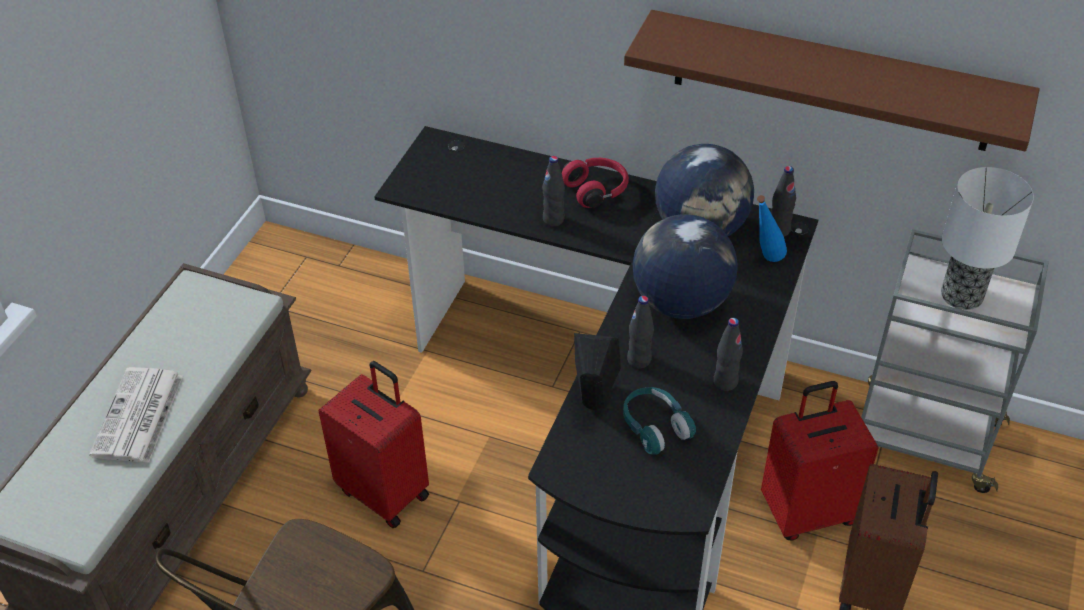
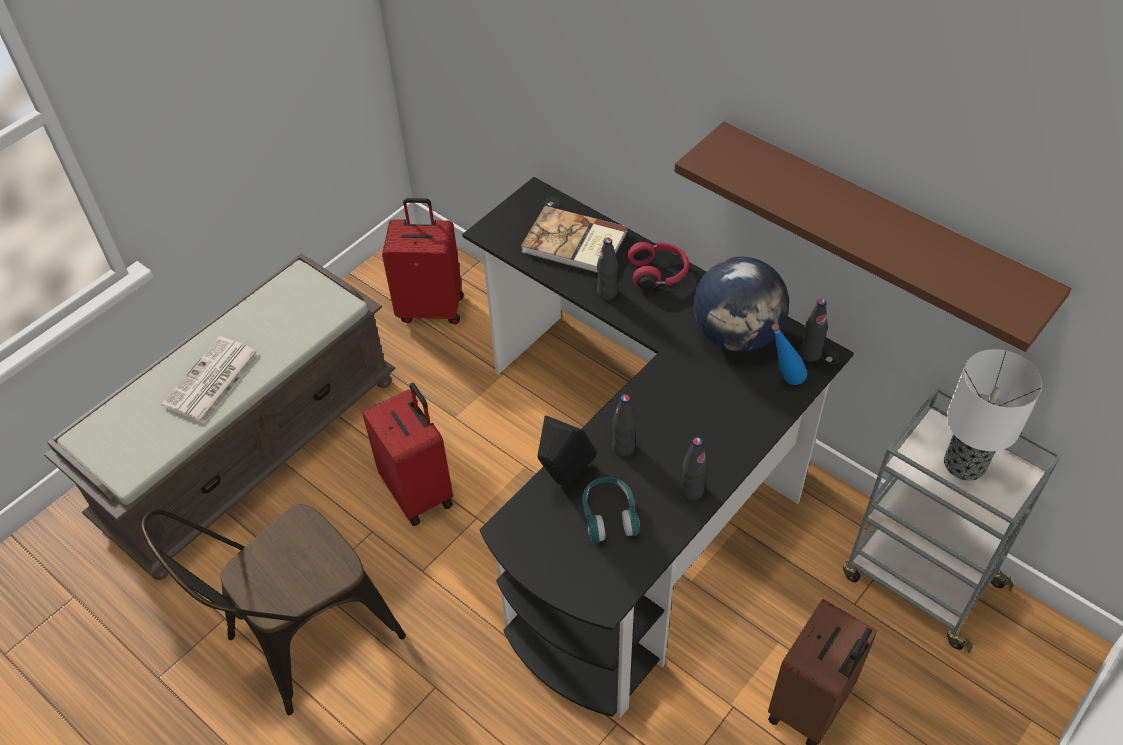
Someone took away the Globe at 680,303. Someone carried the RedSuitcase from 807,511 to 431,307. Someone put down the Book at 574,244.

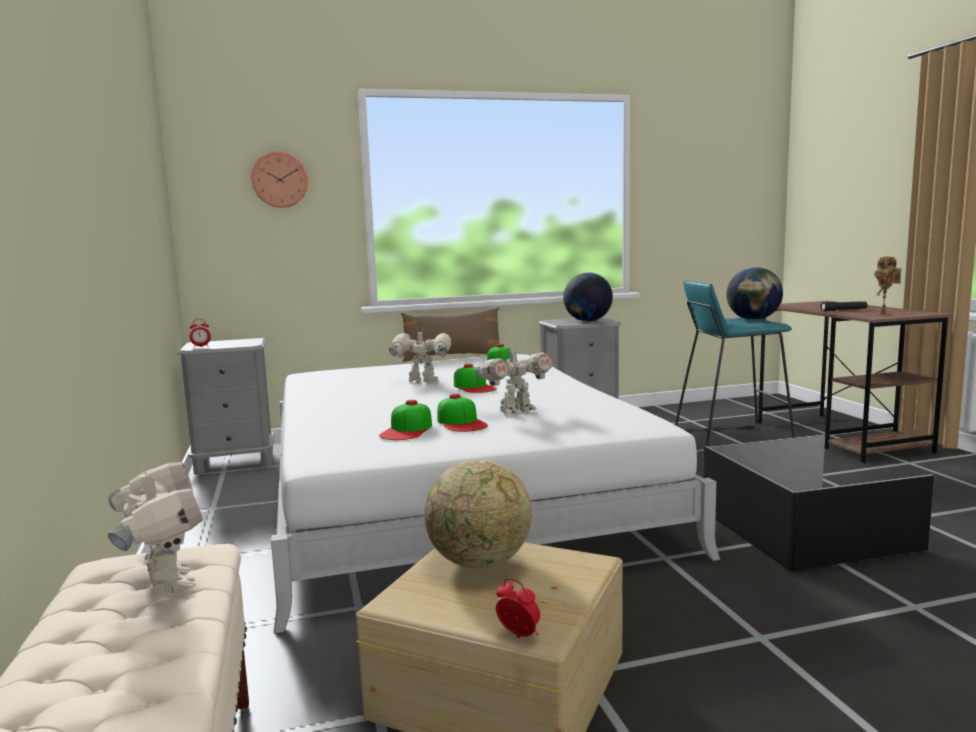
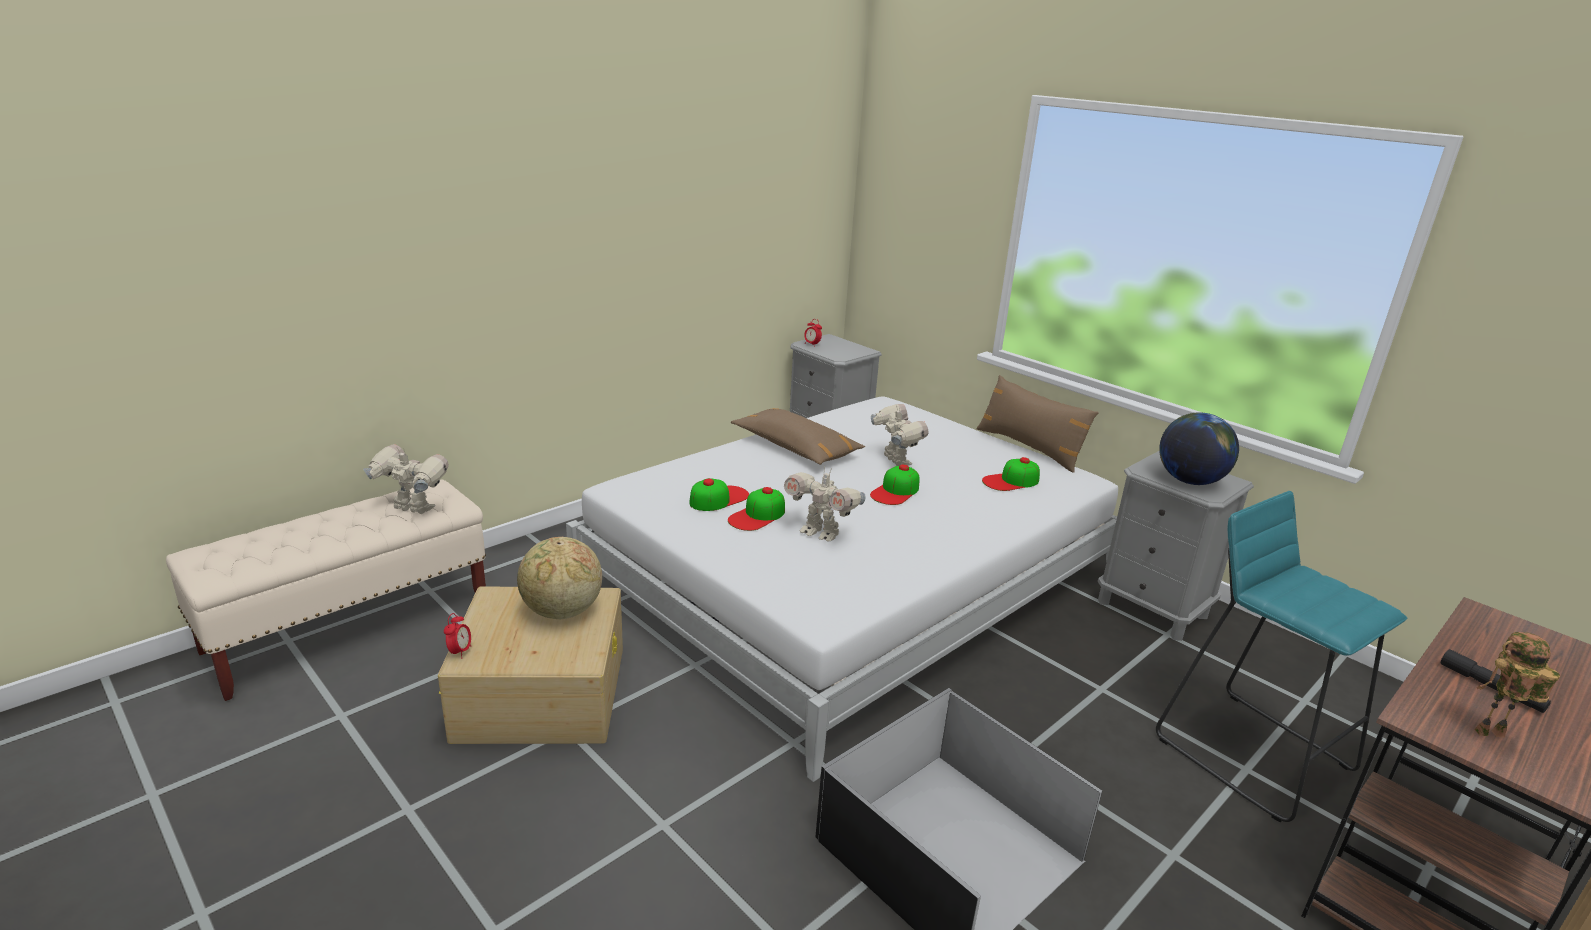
Someone took away the WallClock at 280,180. Someone took away the Globe at 753,320. Someone rotated the Cap at 407,430 by 150 degrees clockwise. Someone rotated the ToyRobot at 165,584 by 105 degrees counterclockwise. Someone put down the BrownPillow at 795,448.

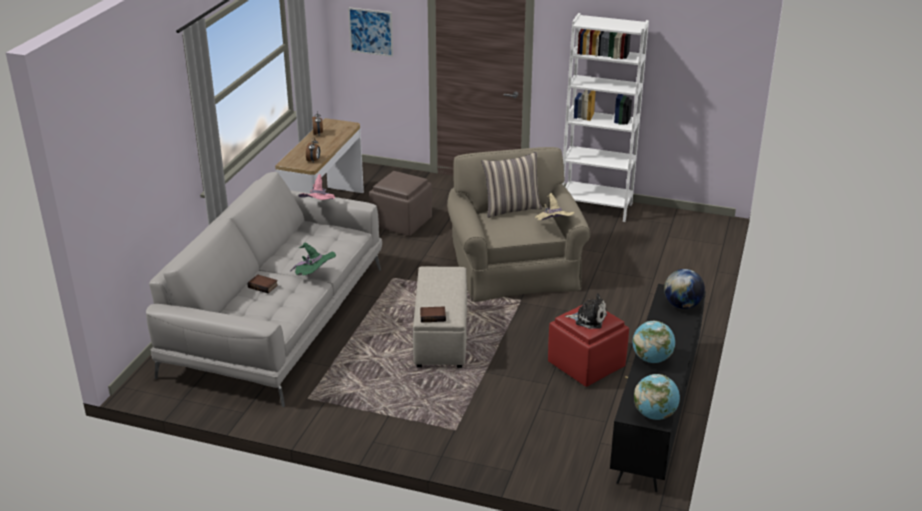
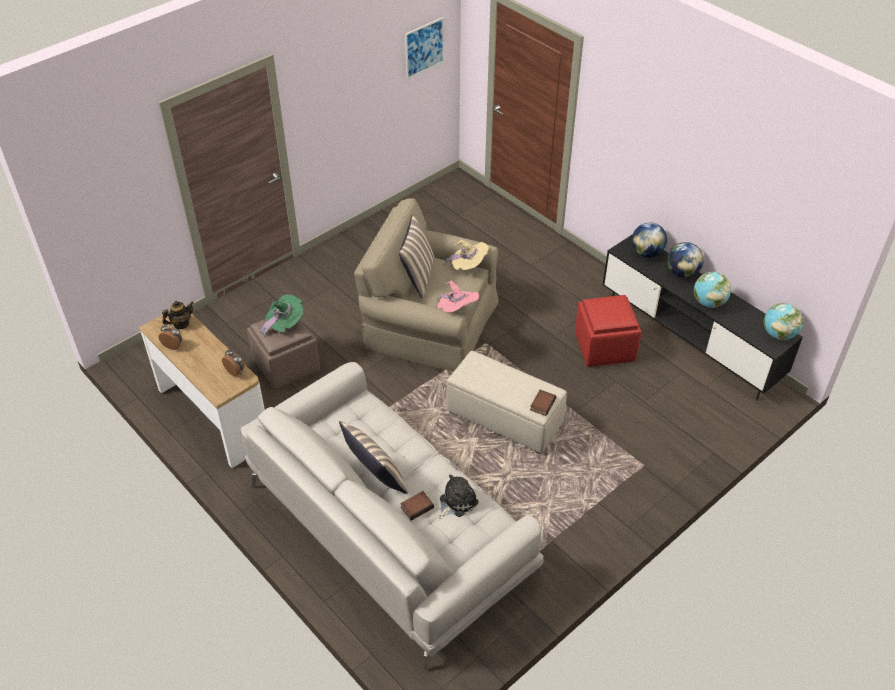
Someone carried the Picture from 371,32 to 424,48. Someone took away the WhiteBookcase at 595,208. Someone carried the PinkHat from 319,208 to 457,310. Someone carried the GreenHat from 315,275 to 284,324. Someone carried the PlushToy from 588,319 to 456,502. Someone put down the Globe at 682,273. Someone put down the Teapot at 181,324. Someone put down the Pillow at 375,478.

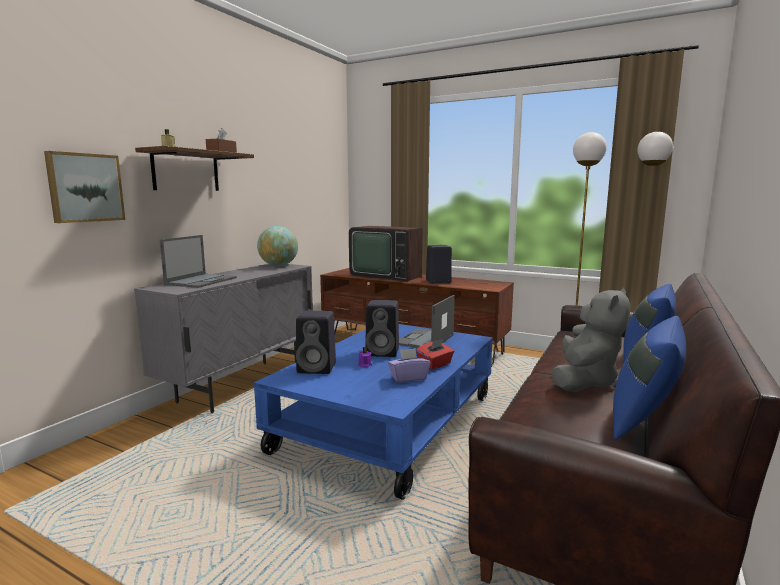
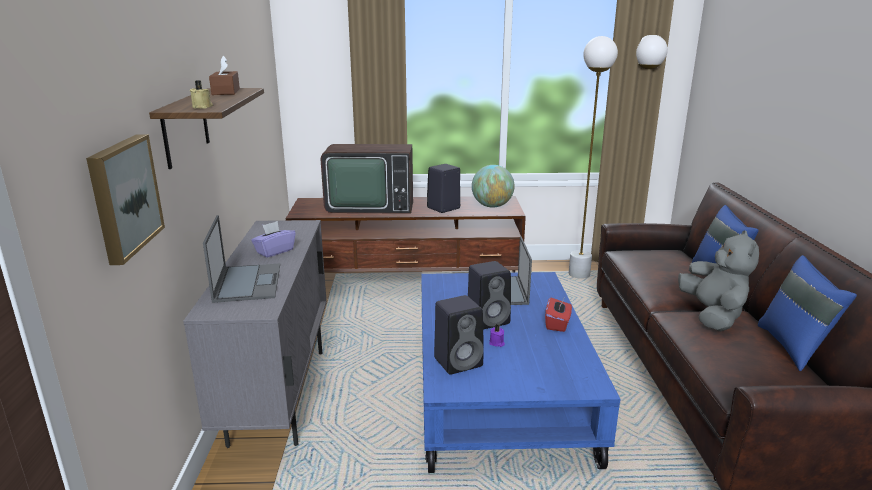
Someone carried the Globe from 278,265 to 492,206. Someone carried the PurpleTissueBox from 408,378 to 274,251.

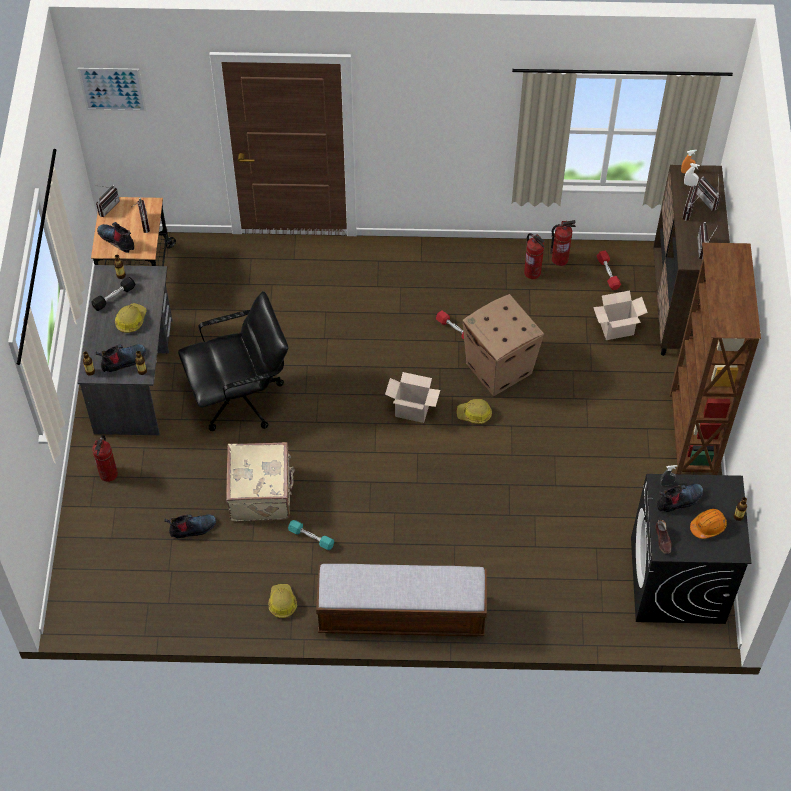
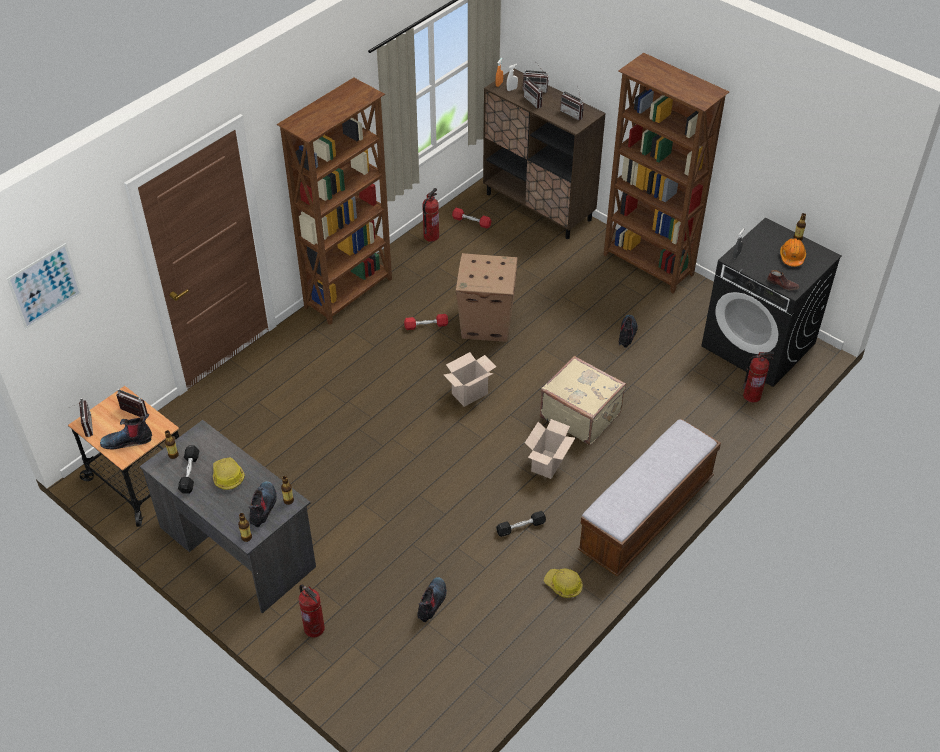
Someone carried the FireExtinguisher from 532,272 to 752,396. Someone took away the BlackOfficeChair at 240,398. Someone carried the CardboardBox from 616,330 to 548,465. Someone took away the HardHat at 474,414. Someone carried the BeigeSuitcase from 261,493 to 581,414. Someone carried the Boot from 679,501 to 627,334. Someone repainted the TurquoiseDumbbell at 311,538, which became the BlackDumbbell at 521,527. Someone put down the BrownBookcase at 350,293.

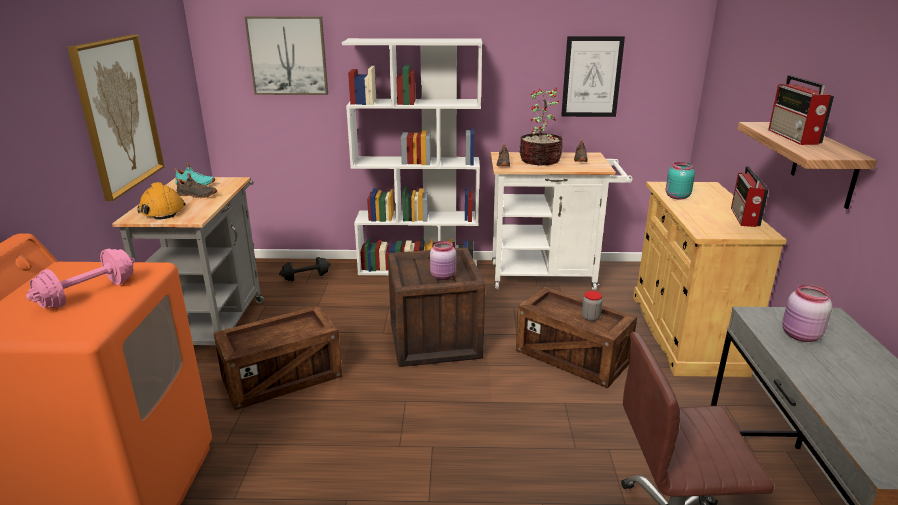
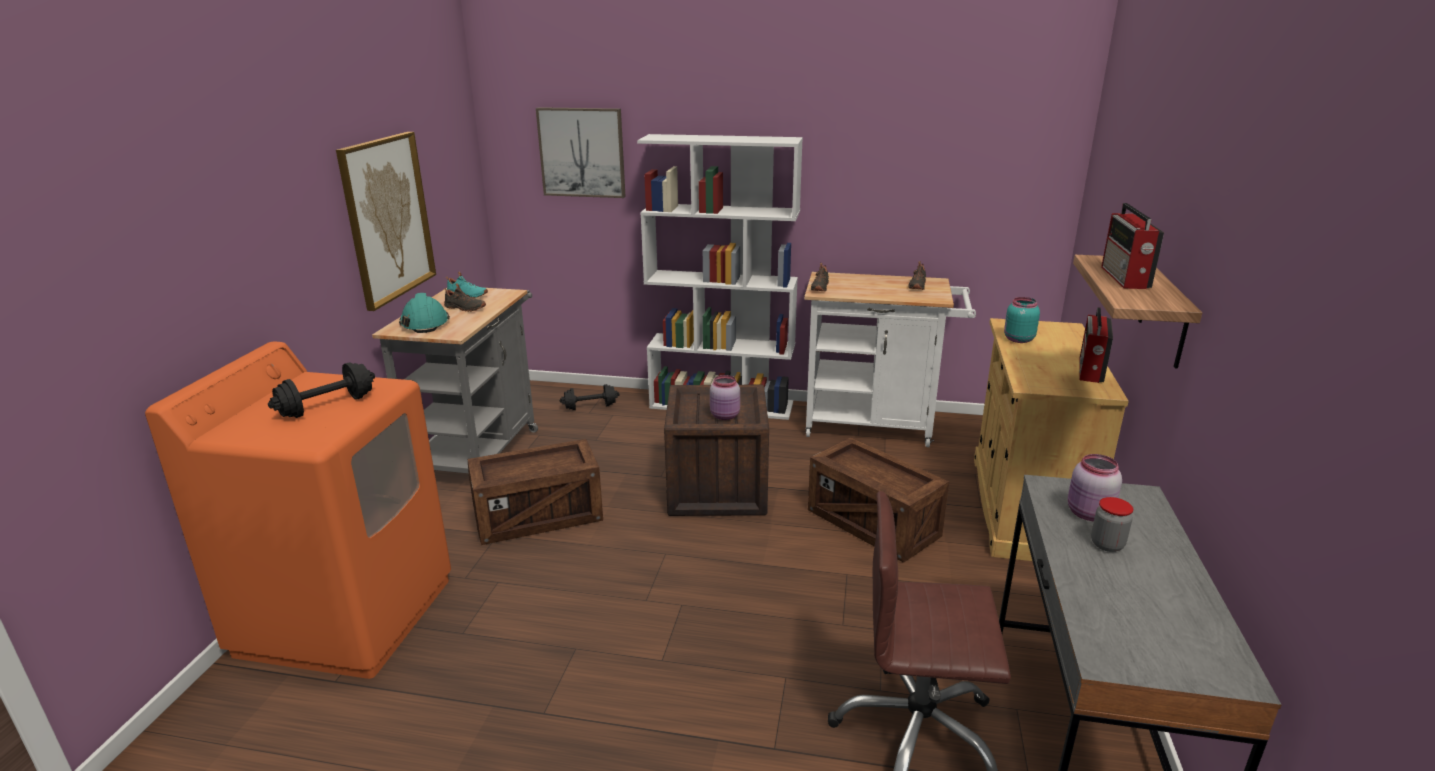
Someone took away the Picture at 592,77. Someone took away the PottedPlant at 540,160. Someone repainted the OrangeHardHat at 162,210, which became the TurquoiseHardHat at 425,323. Someone repainted the PinkDumbbell at 88,294, which became the BlackDumbbell at 327,406. Someone carried the Jar from 590,317 to 1107,544.

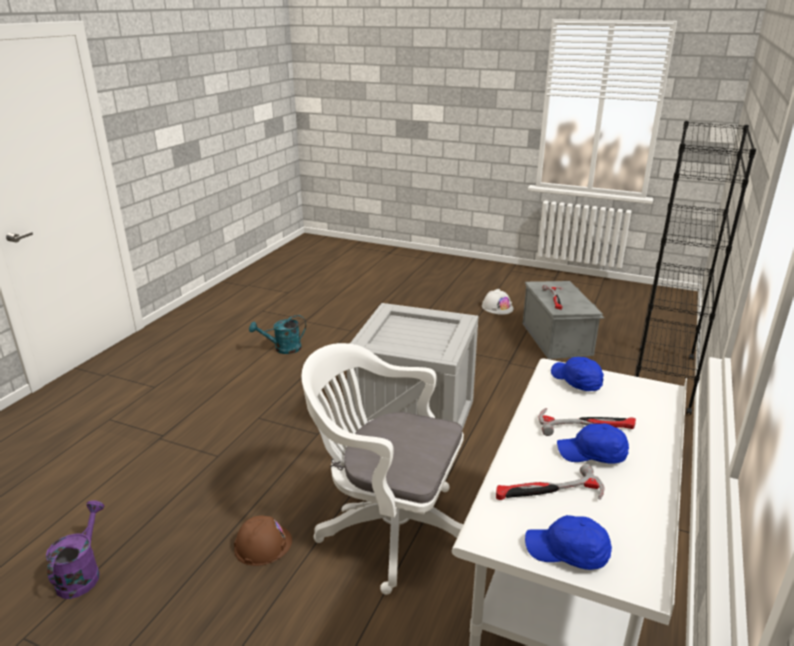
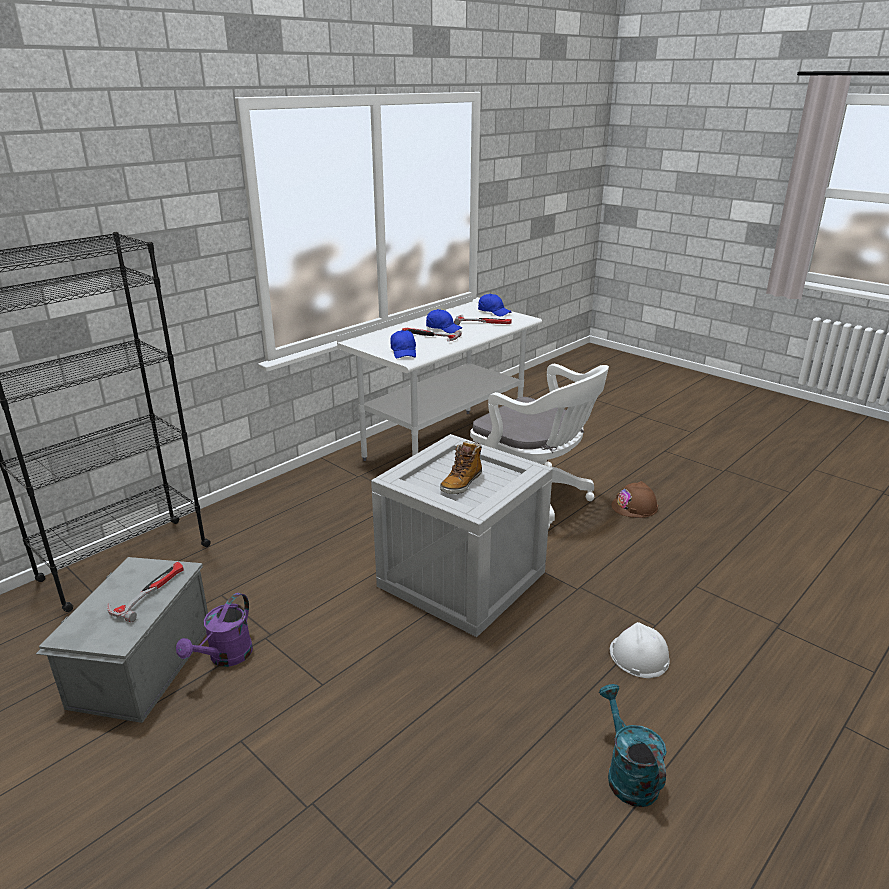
Someone carried the WhiteHardHat from 497,307 to 638,655. Someone rotated the TurquoiseWateringCan at 283,349 by 105 degrees counterclockwise. Someone carried the PurpleWateringCan from 82,573 to 225,657. Someone put down the Boot at 461,483.

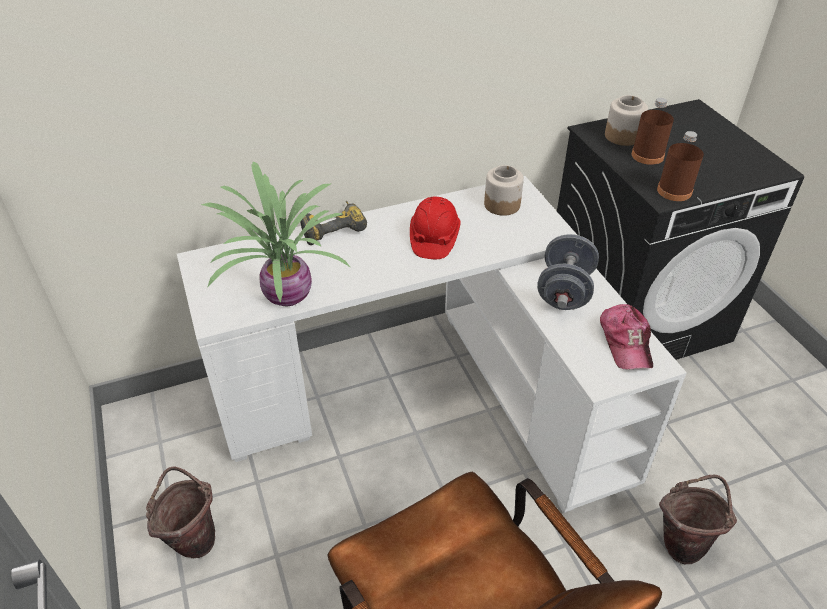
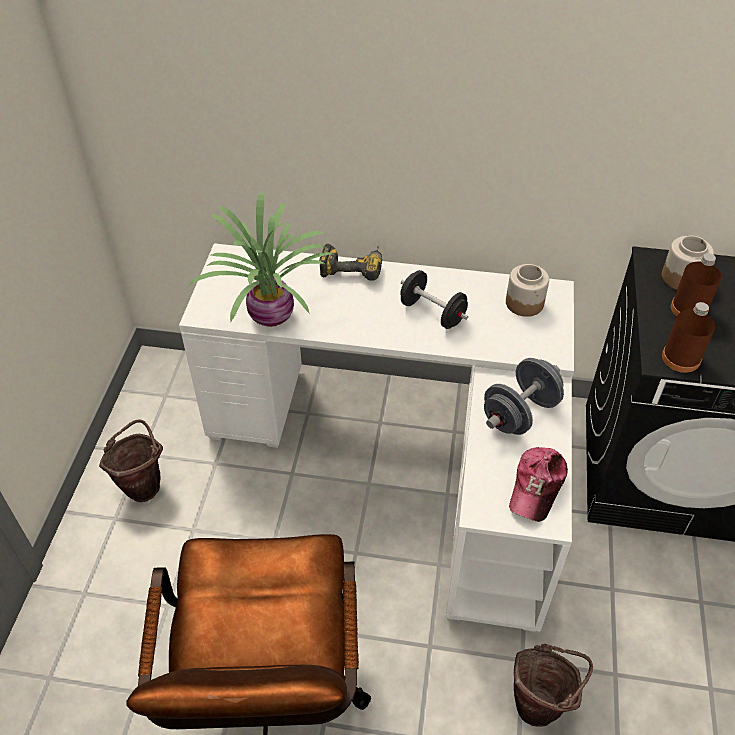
Someone swapped the RedHardHat at 433,239 for the BlackDumbbell at 432,313.

